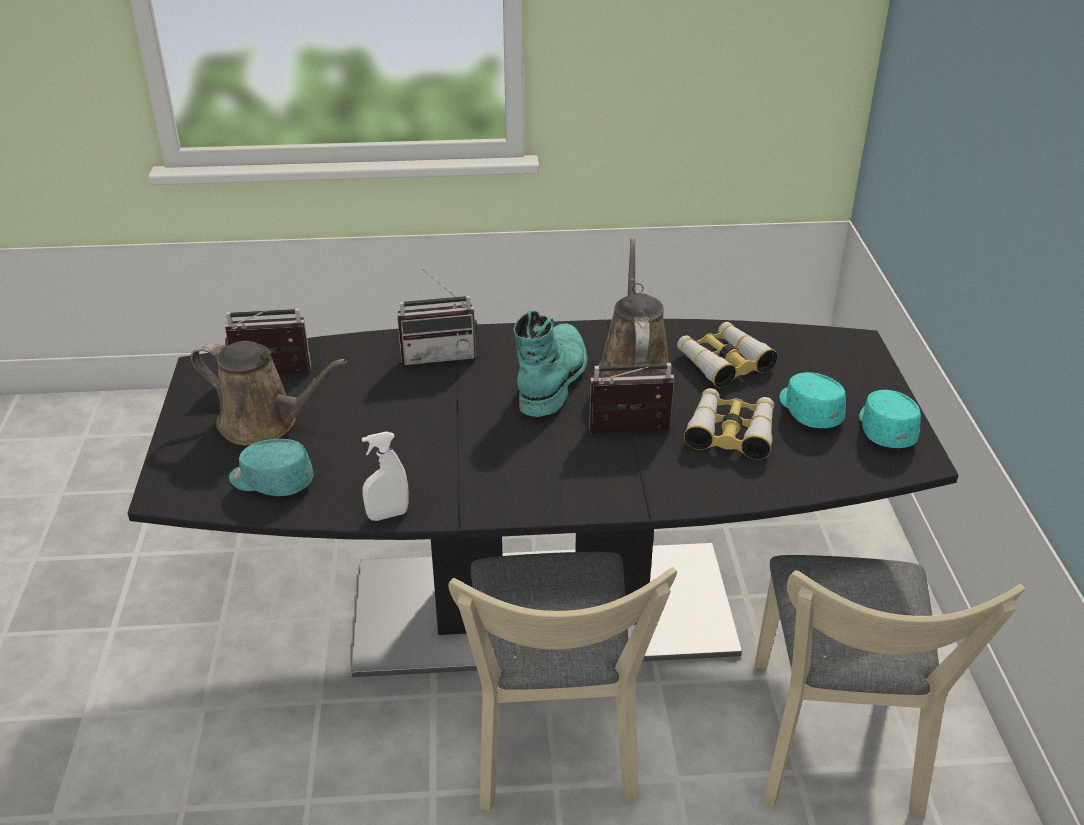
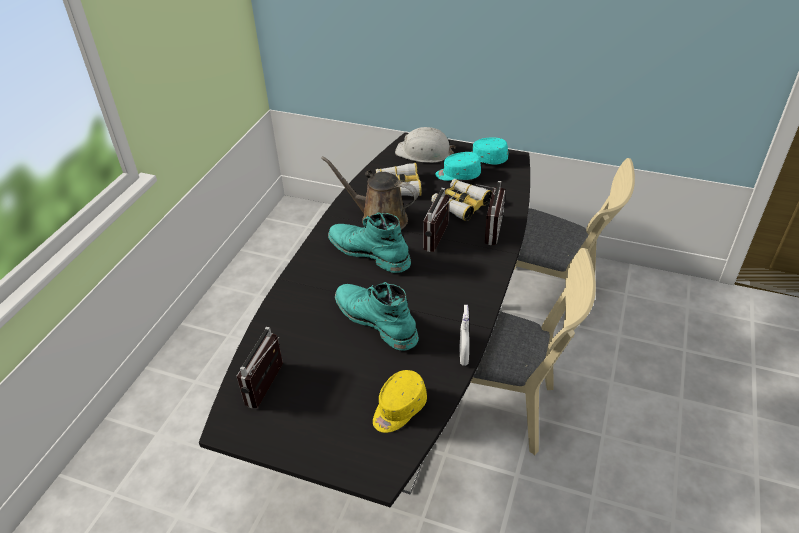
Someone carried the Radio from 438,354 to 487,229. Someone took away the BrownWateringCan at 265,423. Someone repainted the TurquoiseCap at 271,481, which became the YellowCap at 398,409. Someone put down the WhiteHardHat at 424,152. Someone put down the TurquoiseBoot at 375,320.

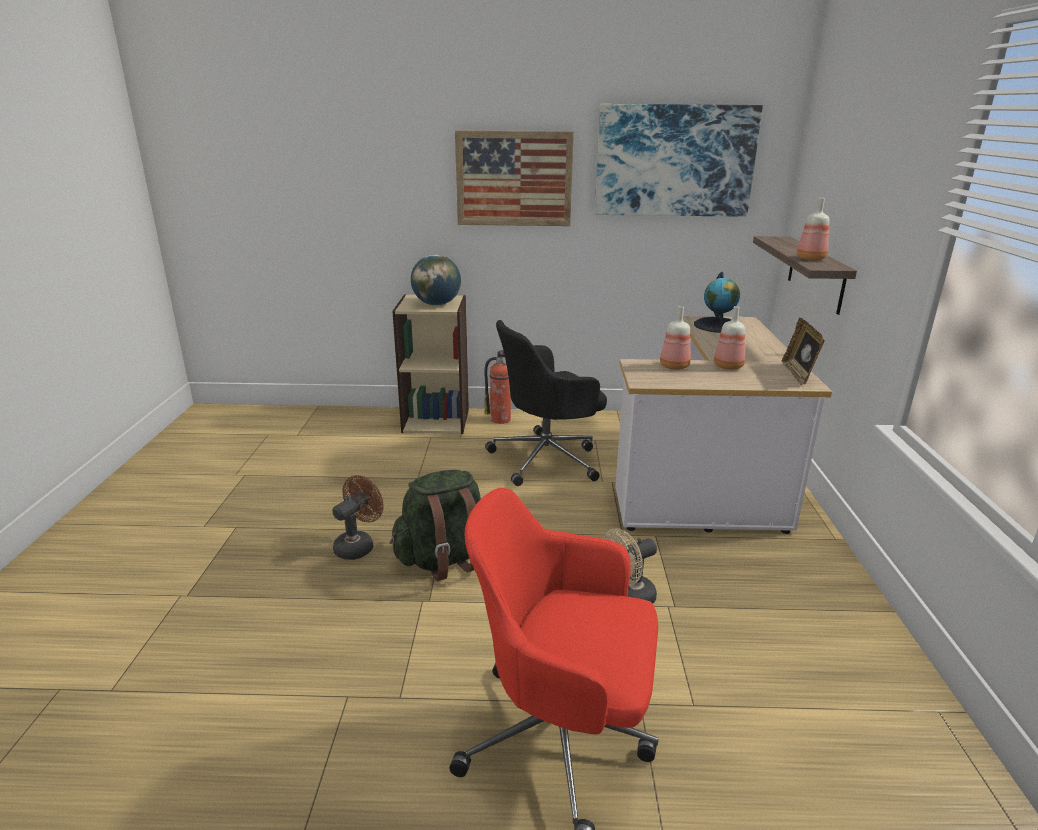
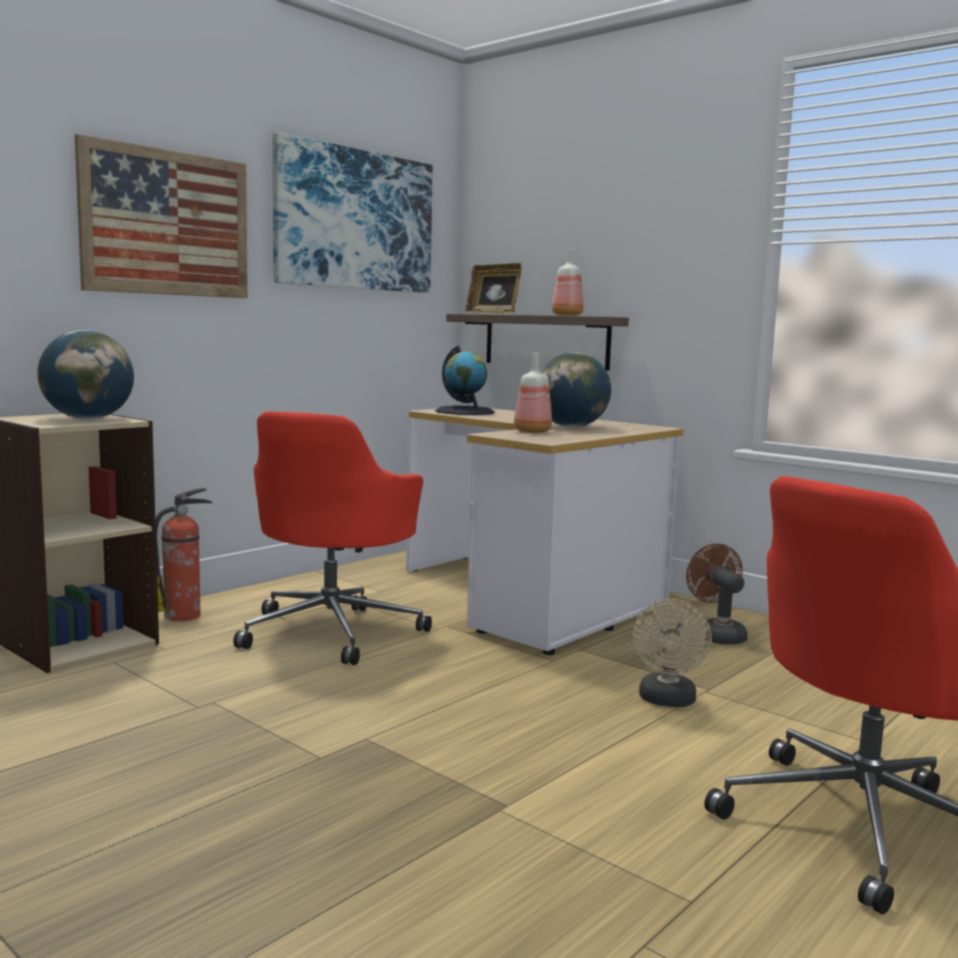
Someone swapped the Bottle at 729,366 for the Globe at 571,427. Someone carried the PictureFrame from 798,374 to 493,314. Someone repainted the BlackOfficeChair at 547,459, which became the RedOfficeChair at 333,631. Someone took away the GreenBackpack at 445,559. Someone carried the BrownFan from 358,545 to 717,635.

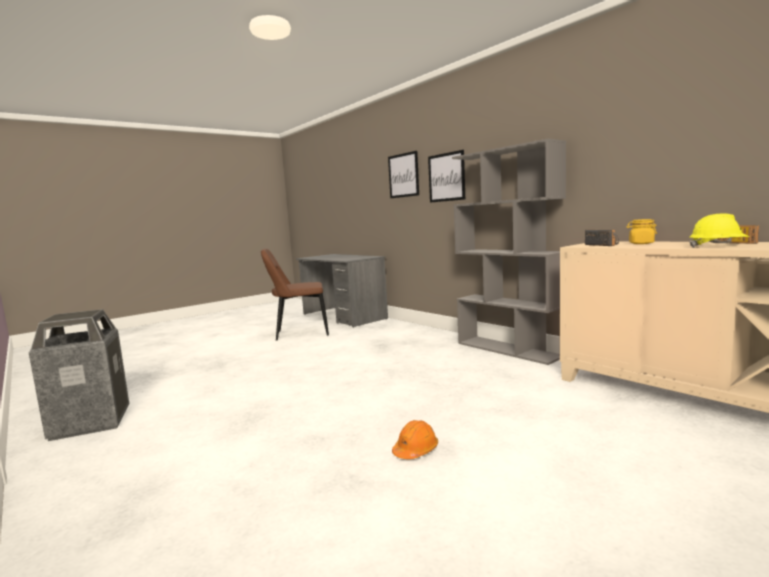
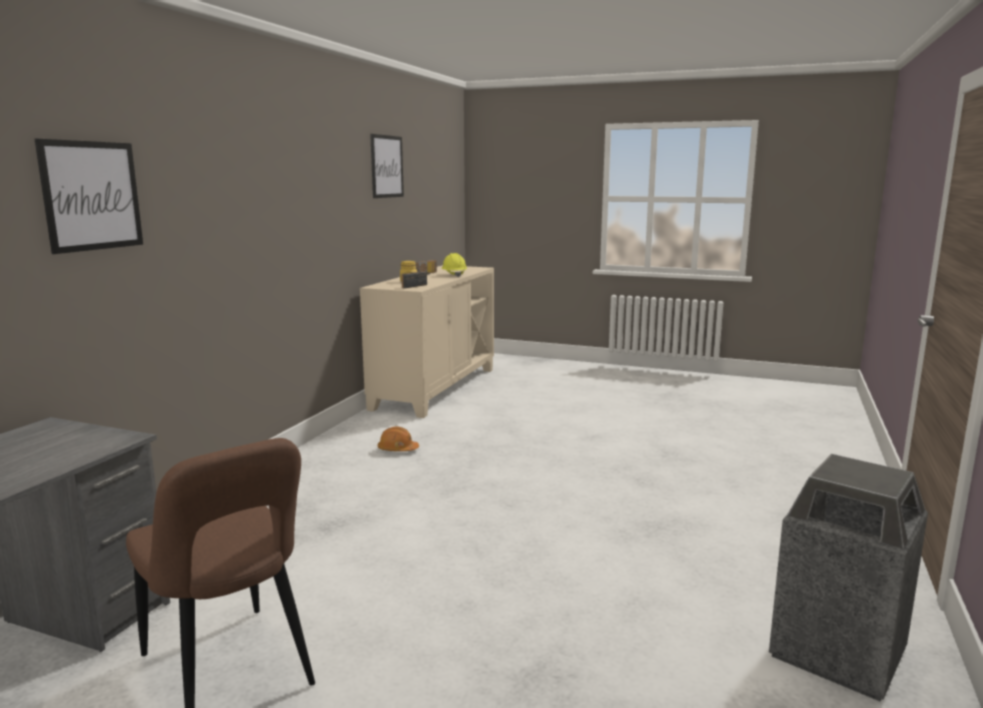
Someone took away the GreyBookcase at 508,349. Someone carried the Picture from 446,177 to 387,166. Someone carried the OrangeHardHat from 415,450 to 397,449.

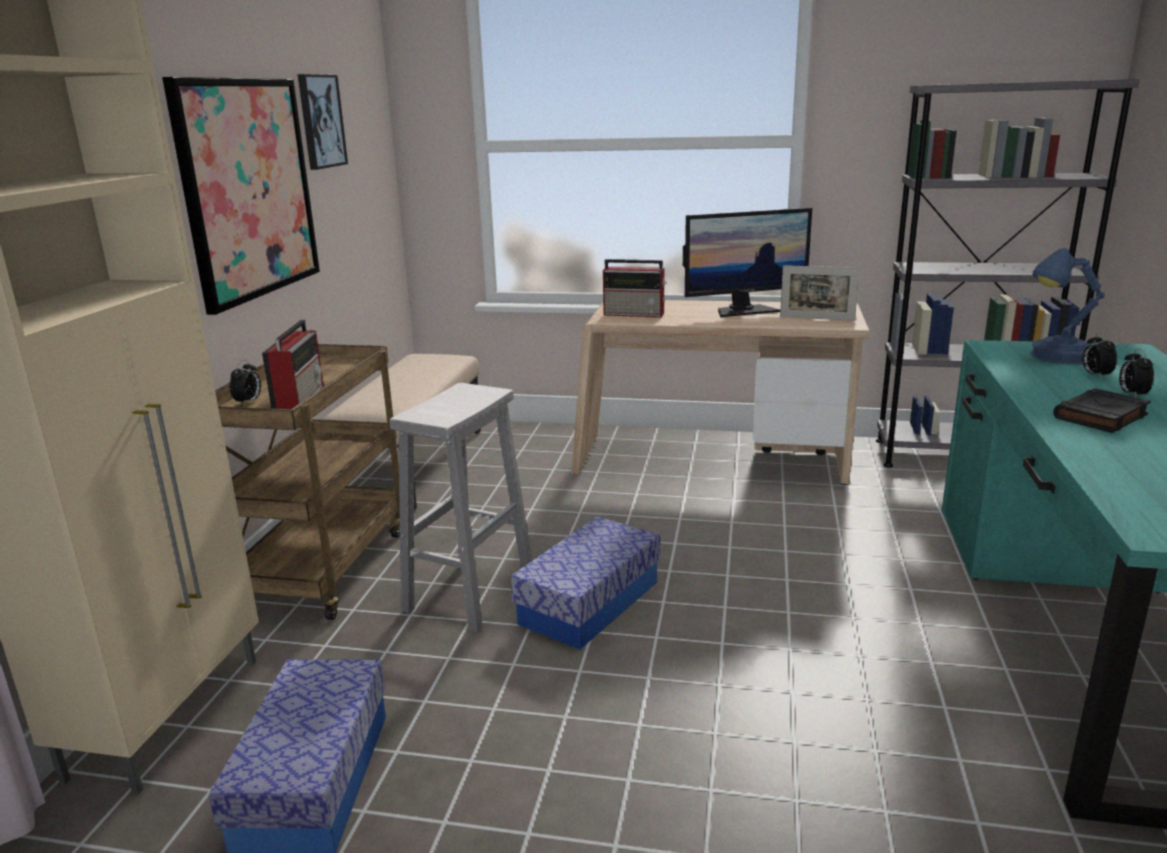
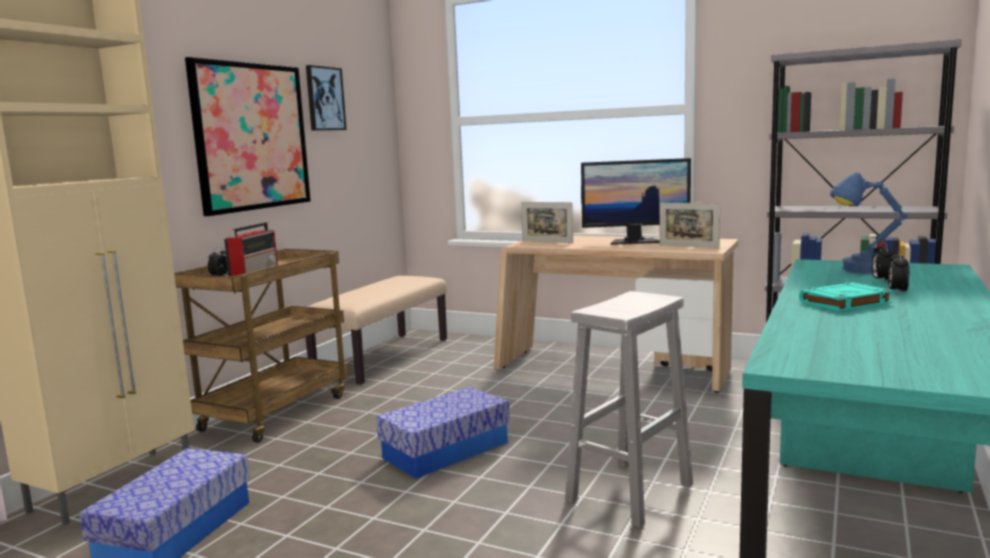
Someone swapped the Radio at 635,314 for the PictureFrame at 547,242. Someone carried the WhiteStool from 470,592 to 630,491. Someone repainted the BlackBook at 1100,417, which became the TurquoiseBook at 844,303.

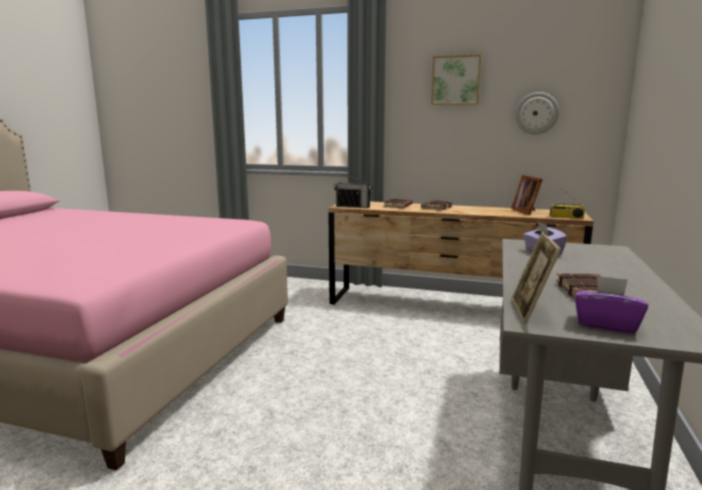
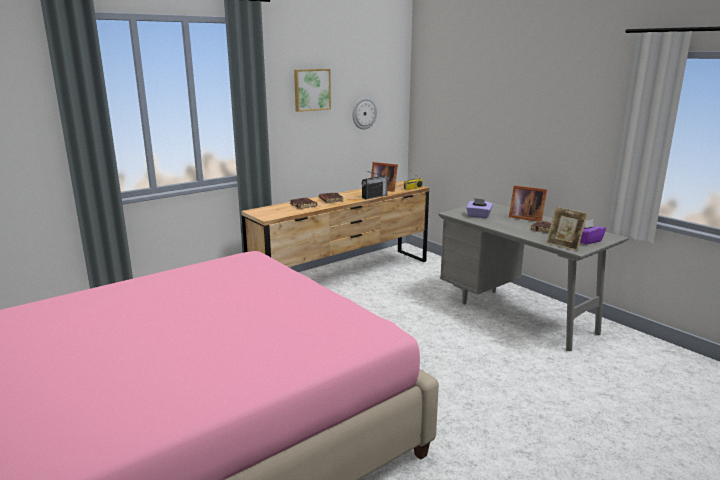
Someone carried the Radio from 353,207 to 374,196. Someone put down the PictureFrame at 525,218.

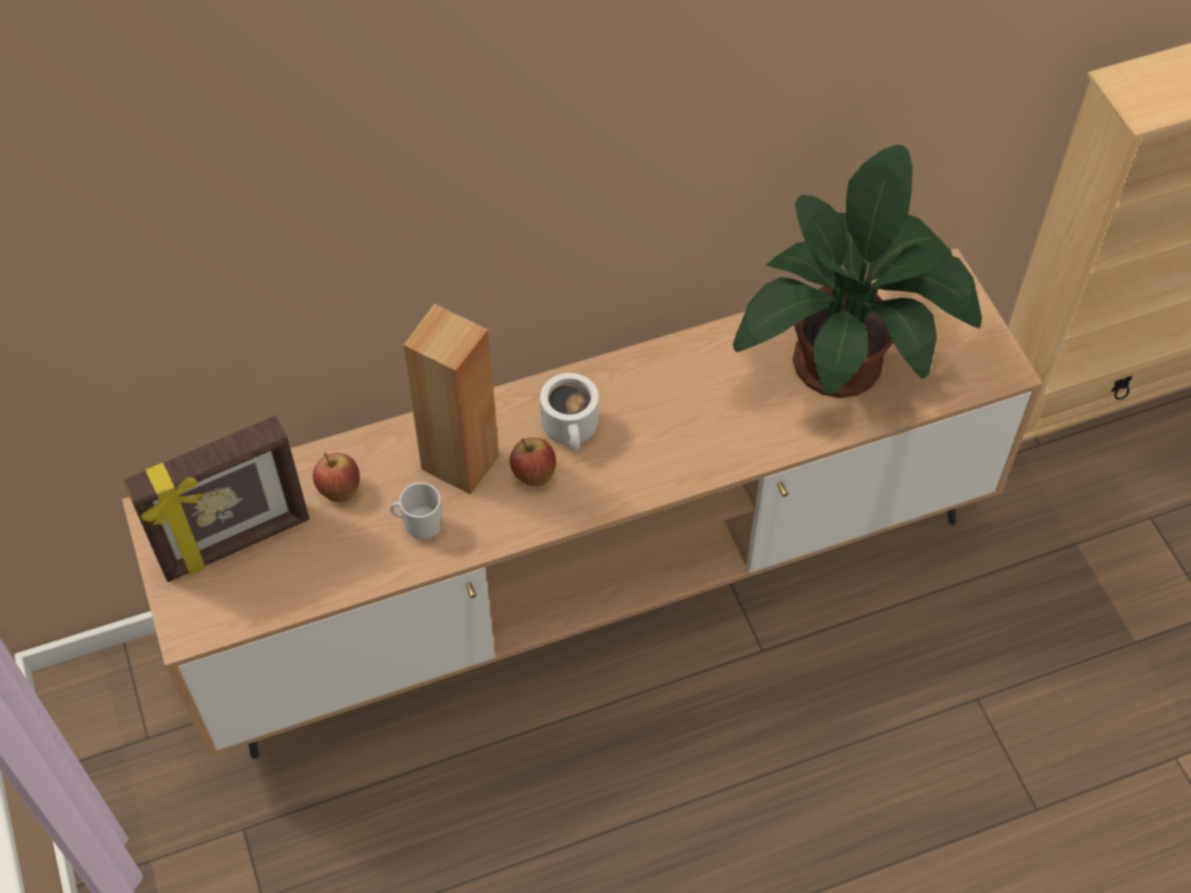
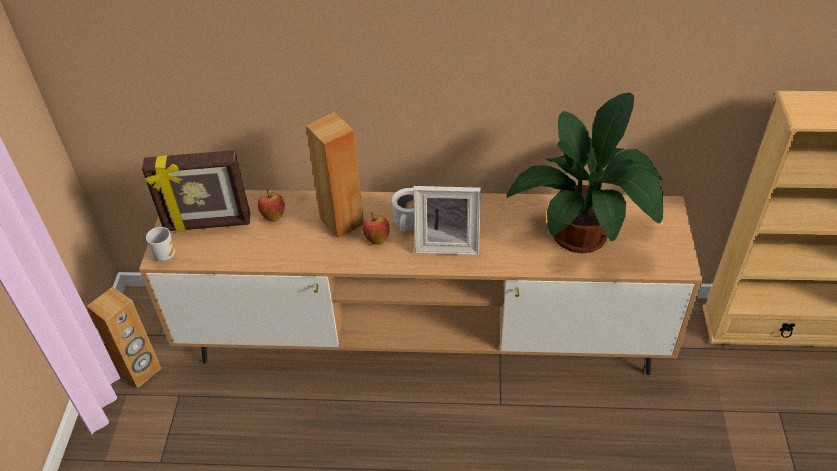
Someone carried the Mug from 421,525 to 165,255. Someone put down the PictureFrame at 447,244. Someone put down the BrownSpeaker at 141,371.

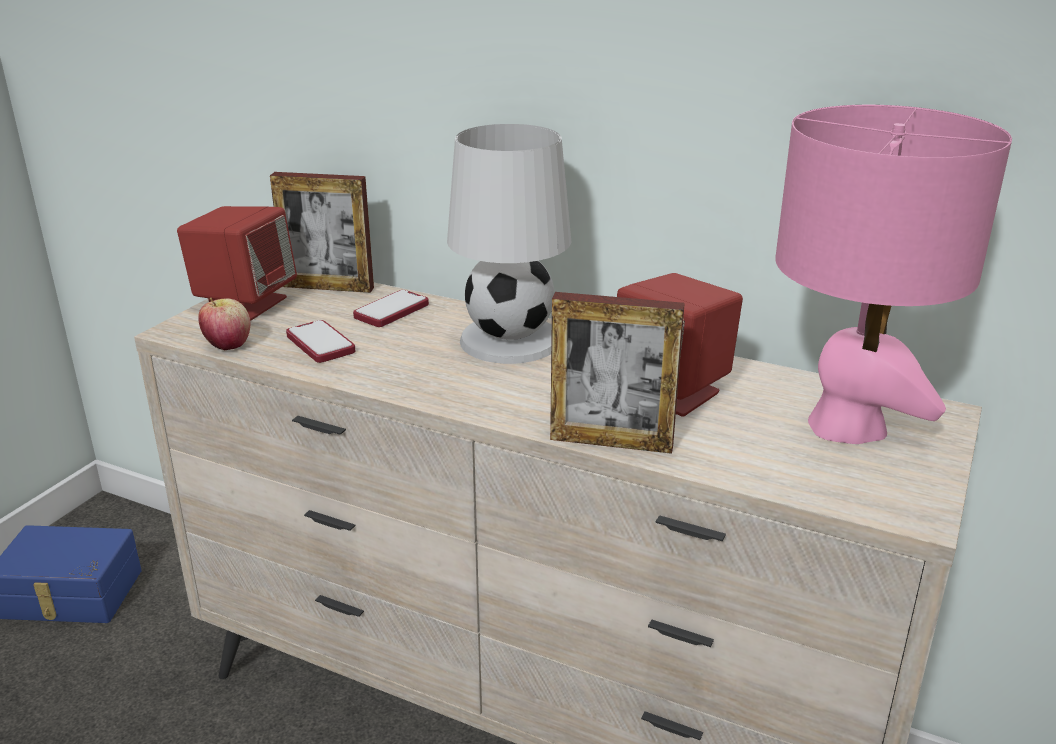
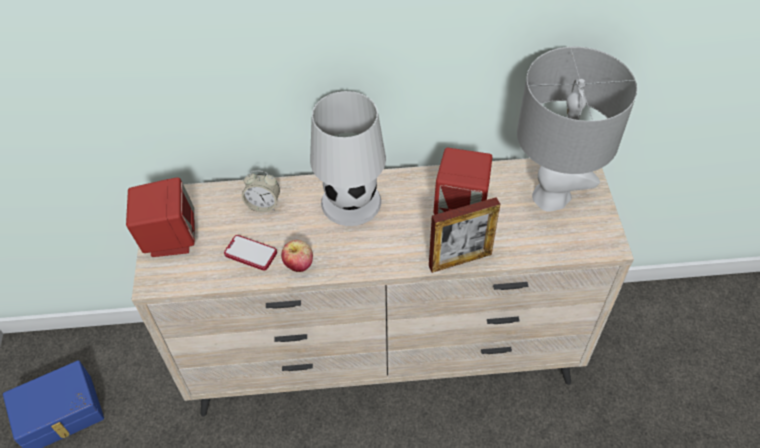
Someone repainted the PinkTableLamp at 847,426, which became the GreyTableLamp at 551,197. Someone took away the PictureFrame at 328,287. Someone swapped the Phone at 391,311 for the AlarmClock at 263,204. Someone carried the Apple from 228,345 to 299,265.

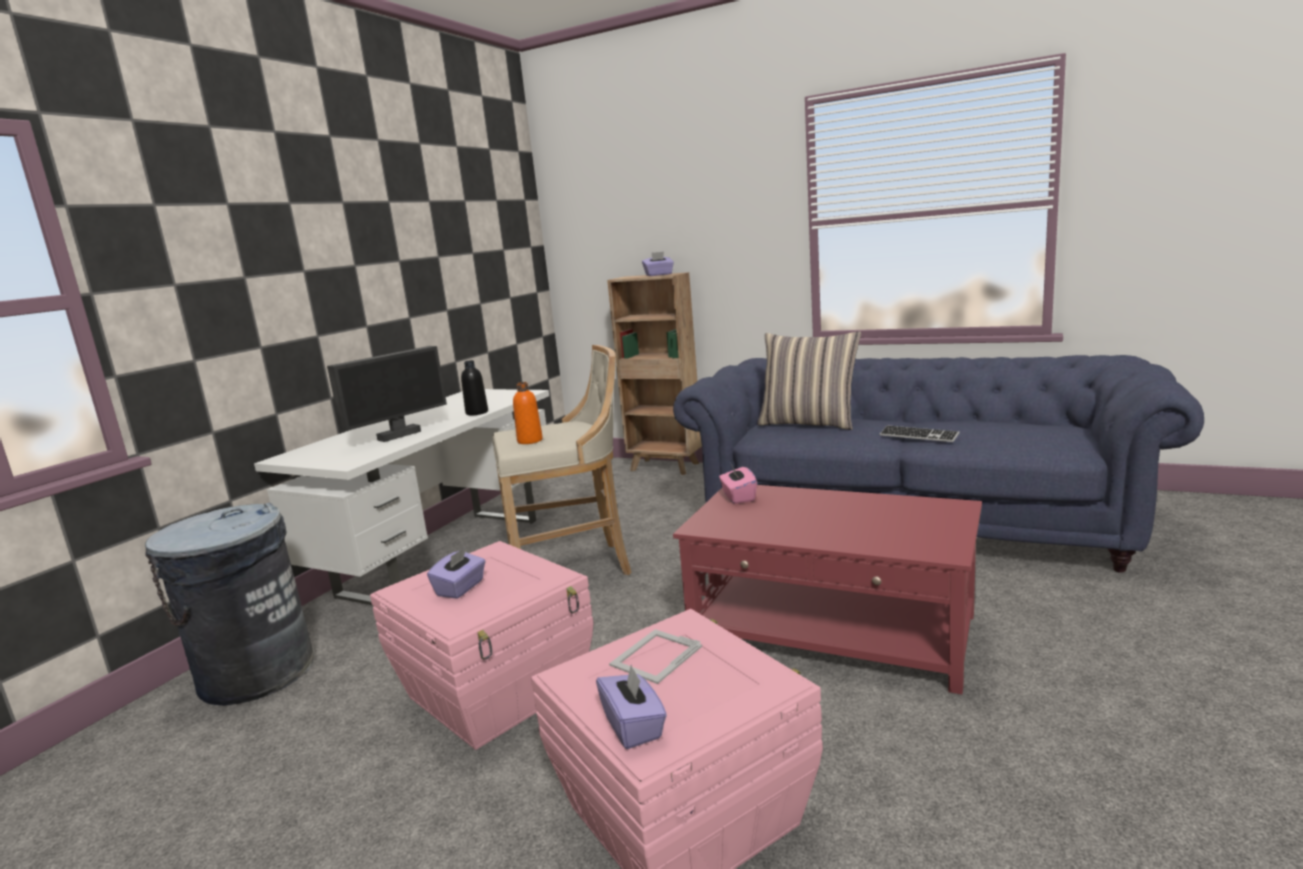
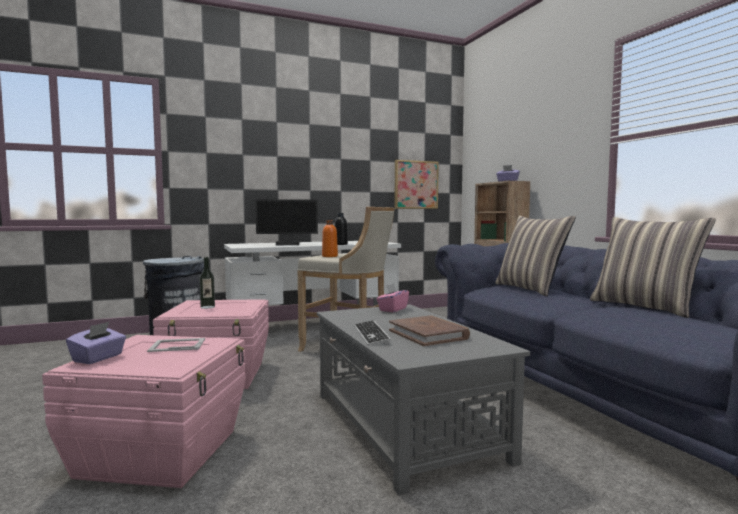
Someone carried the Keyboard from 918,436 to 371,334. Someone repainted the RedCoffeeTable at 833,630, which became the GreyCoffeeTable at 405,425. Someone swapped the PurpleTissueBox at 461,588 for the Bottle at 207,307. Someone put up the Picture at 416,185. Someone put down the Pillow at 645,307. Someone put down the BrownBook at 428,334.

